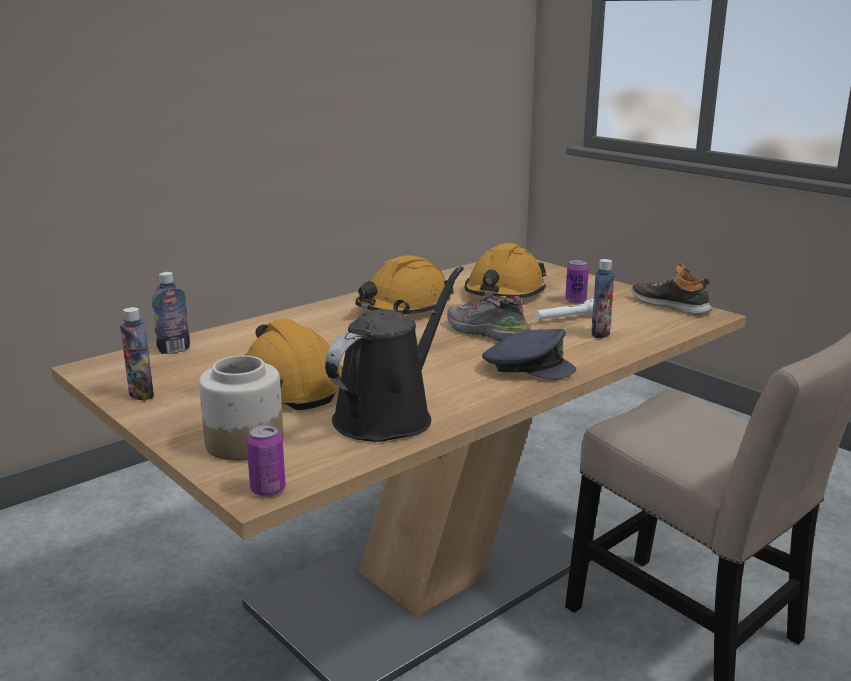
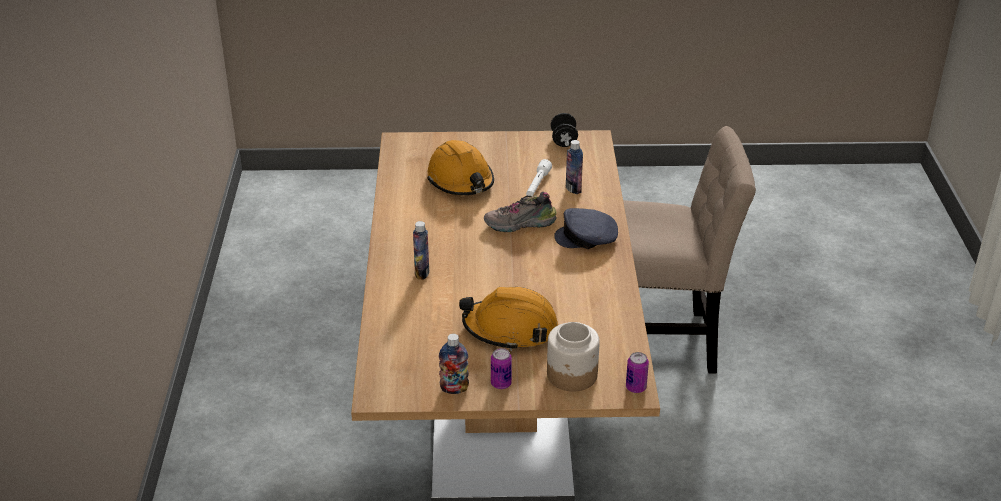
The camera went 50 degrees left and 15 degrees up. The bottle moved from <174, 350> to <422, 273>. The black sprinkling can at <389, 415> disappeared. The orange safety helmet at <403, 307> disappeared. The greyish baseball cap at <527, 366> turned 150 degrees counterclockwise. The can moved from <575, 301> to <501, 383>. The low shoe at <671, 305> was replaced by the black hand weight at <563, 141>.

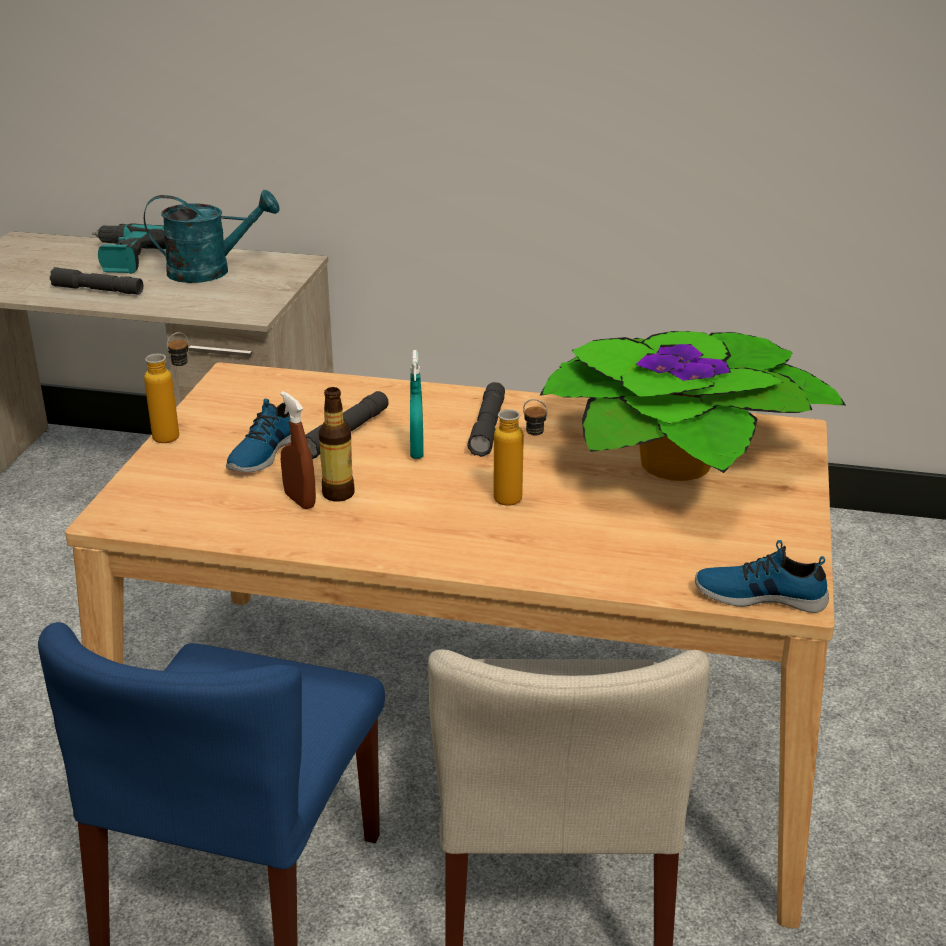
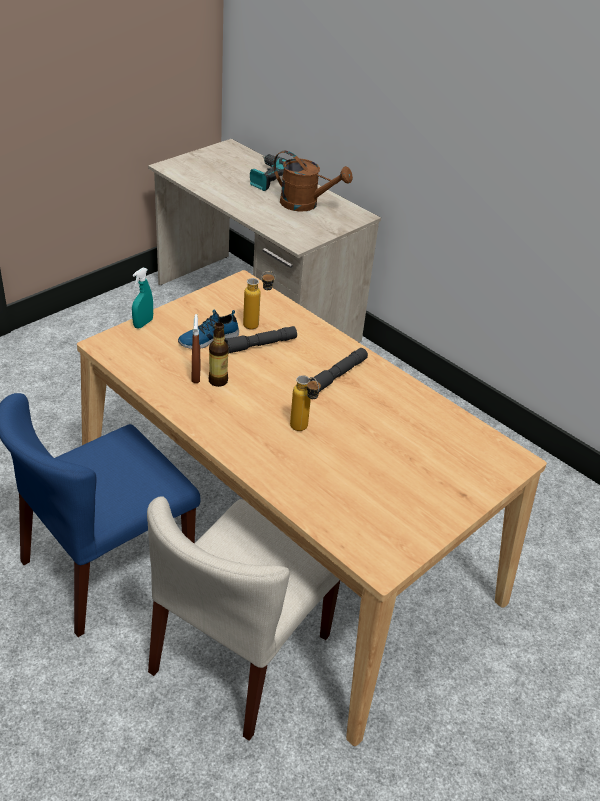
The camera went 30 degrees right and 10 degrees up. The greyish flashlight at <98, 290> disappeared. The turquoise sprinkling can at <210, 271> became the brown-coloured sprinkling can at <305, 204>. The bottle moved from <176, 434> to <257, 325>. The turquoise spray bottle moved from <417, 451> to <143, 323>. The potted plant at <680, 460> disappeared. The low shoe at <760, 595> disappeared.

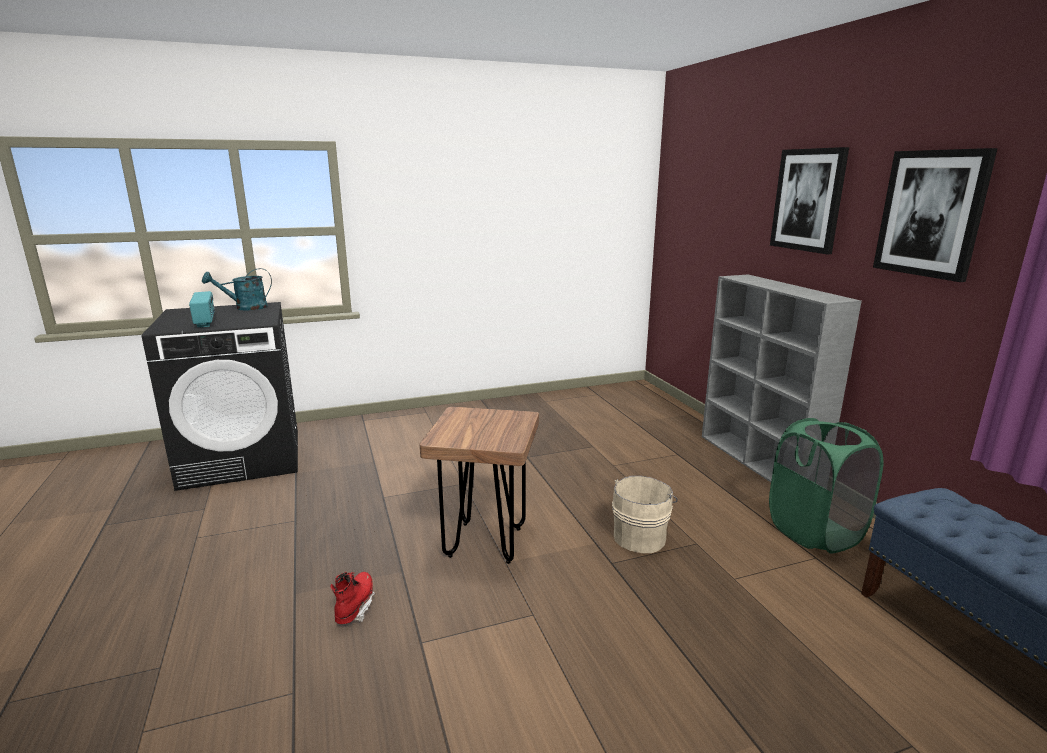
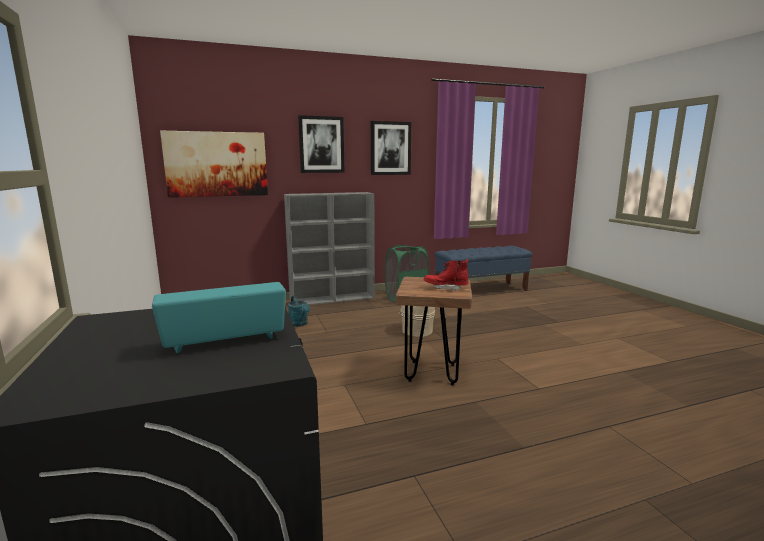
The camera went 90 degrees left and 5 degrees down. The turquoise sprinkling can moved from <245, 308> to <300, 324>. The red tall boot moved from <355, 607> to <445, 288>. The wall art at <216, 164> appeared.

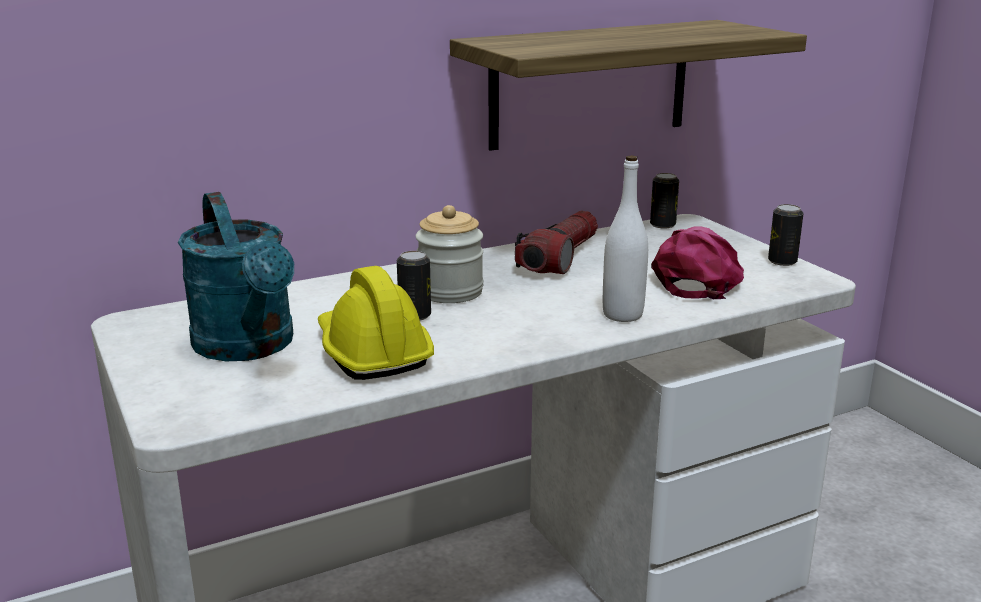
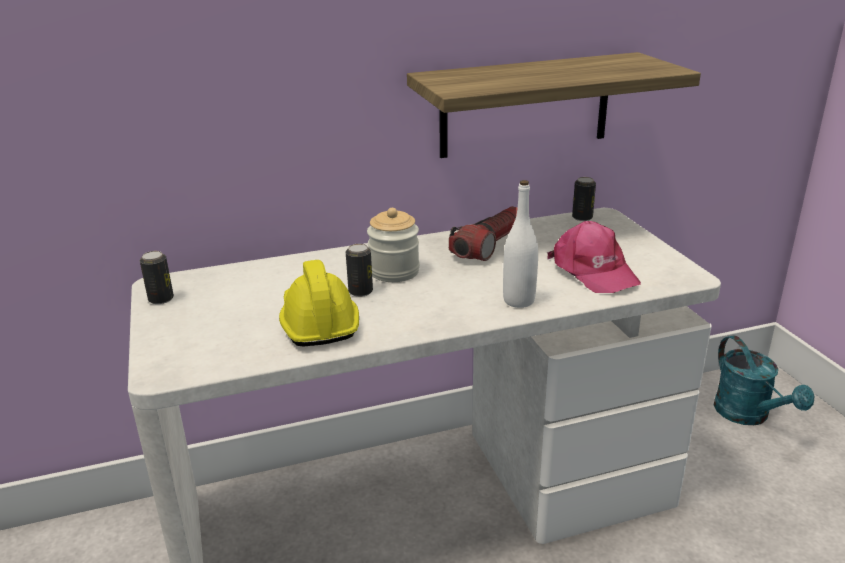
The camera went 10 degrees right and 5 degrees up. The turquoise sprinkling can moved from <249, 347> to <748, 415>. The pinkish baseball cap at <700, 279> turned 120 degrees clockwise. The can moved from <782, 261> to <161, 299>.

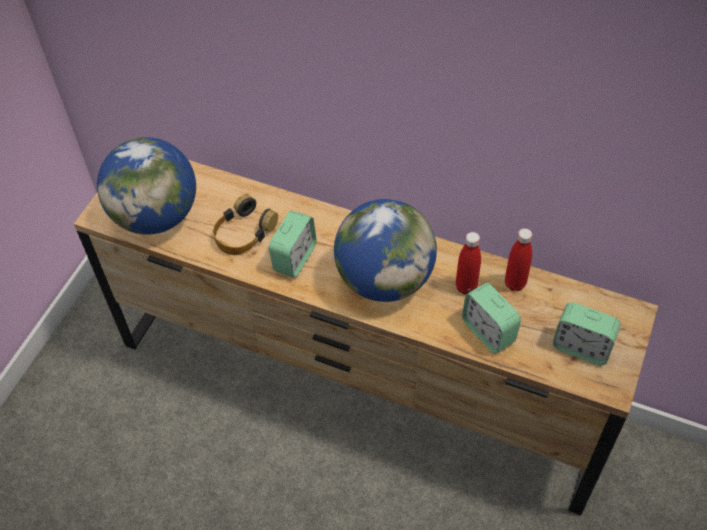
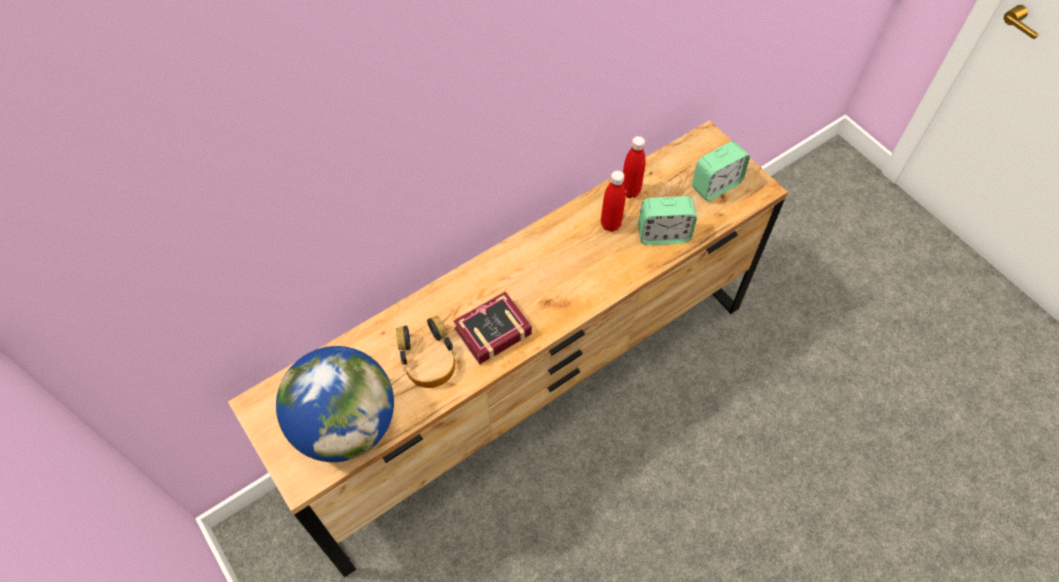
The camera went 60 degrees left and 5 degrees up. The alarm clock at <294, 258> was replaced by the bound book at <489, 331>. The globe at <384, 279> disappeared.

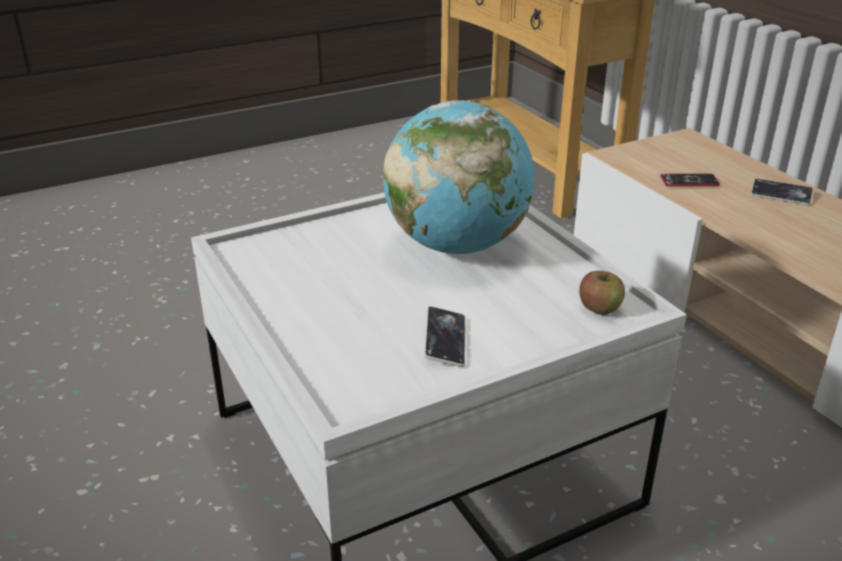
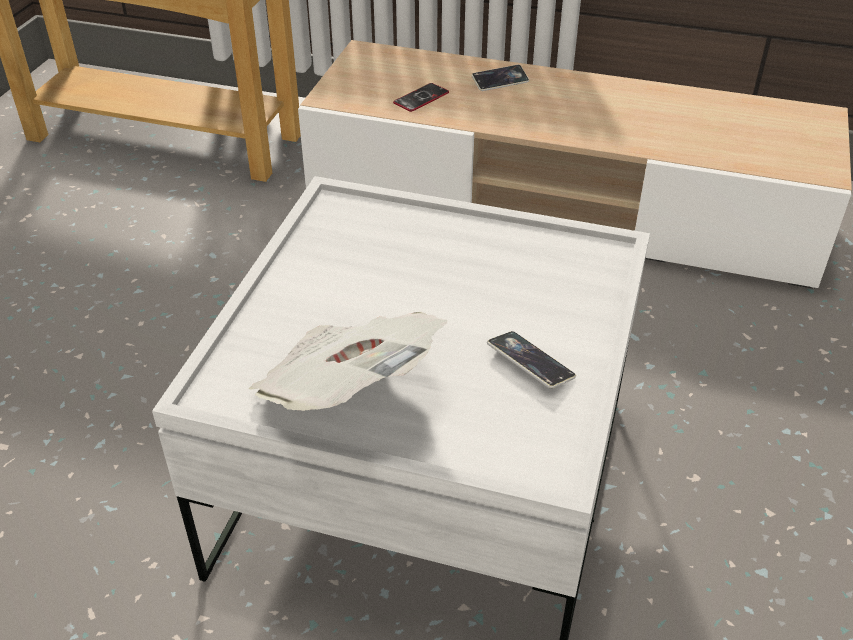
The camera went 45 degrees left and 10 degrees up. The globe at <457, 245> disappeared. The whole apple at <600, 308> disappeared. The printed paper at <348, 392> appeared.

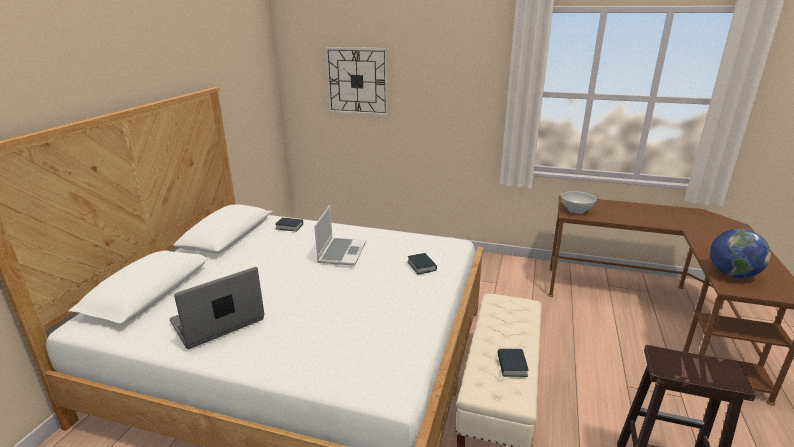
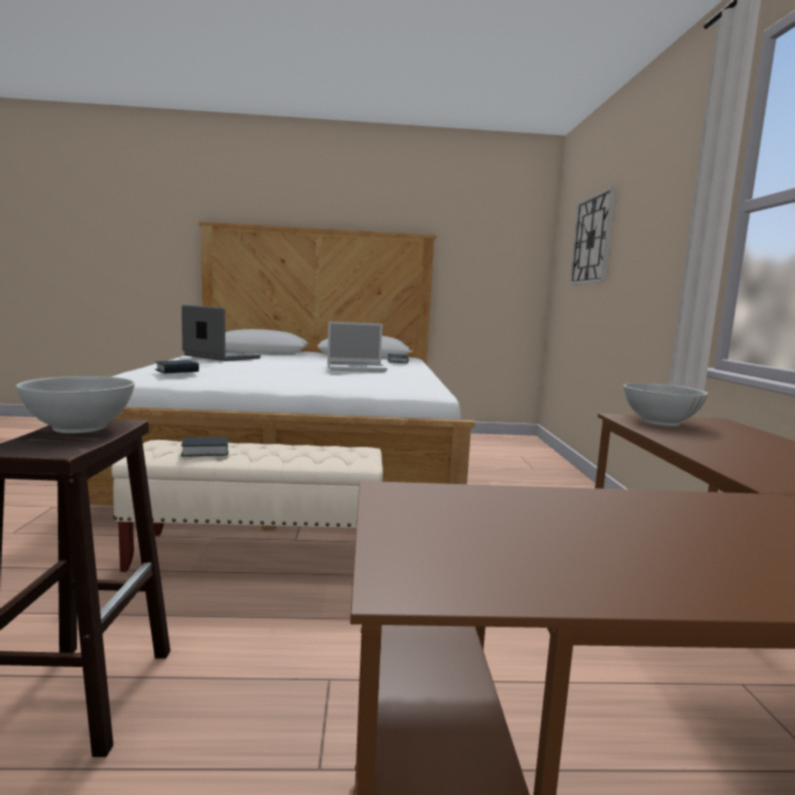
The camera went 70 degrees right and 15 degrees down. The bound book moved from <421, 266> to <177, 371>. The globe at <732, 274> disappeared. The white-coloured serving bowl at <80, 428> appeared.

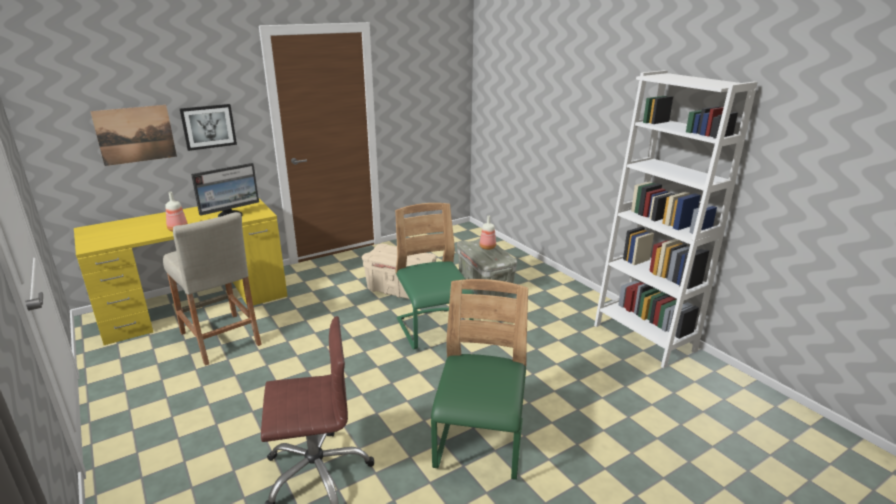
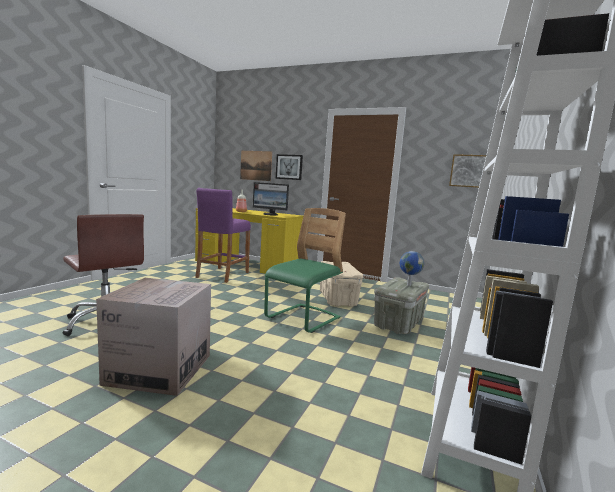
The camera went 55 degrees right and 15 degrees down. The sand-coloured stool at <220, 338> became the purple-coloured stool at <222, 275>. The green-coloured chair at <480, 446> was replaced by the packing box at <159, 369>. The bottle at <487, 247> was replaced by the globe at <408, 285>. The wall art at <468, 171> appeared.

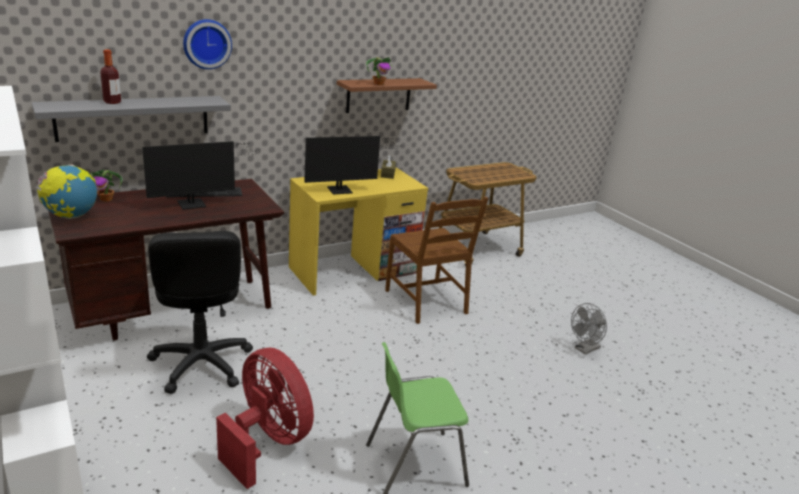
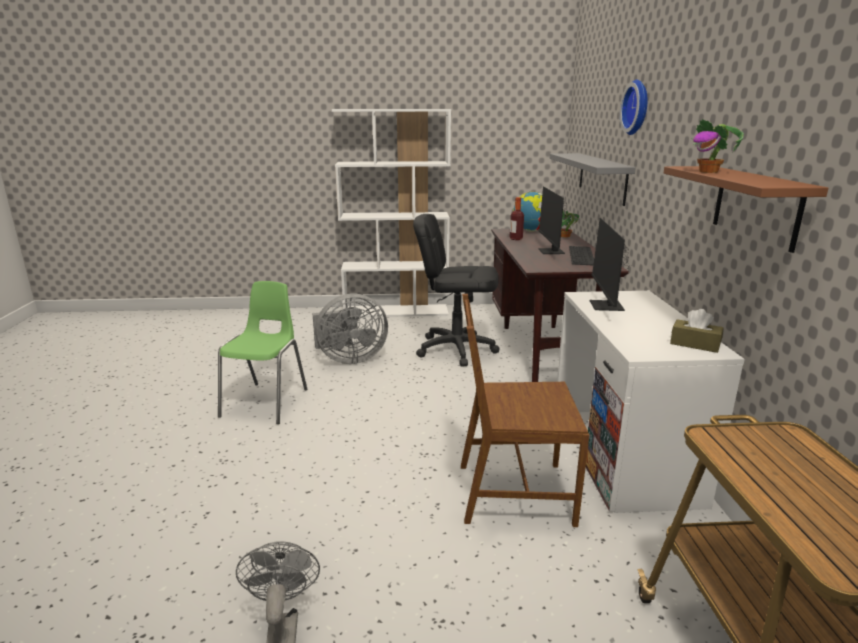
The camera went 120 degrees right and 5 degrees down. The bottle moved from <112, 102> to <516, 239>. The red fan at <267, 442> became the greyish fan at <349, 359>. The yellow-coloured desk unit at <353, 270> became the white-coloured desk unit at <622, 453>.

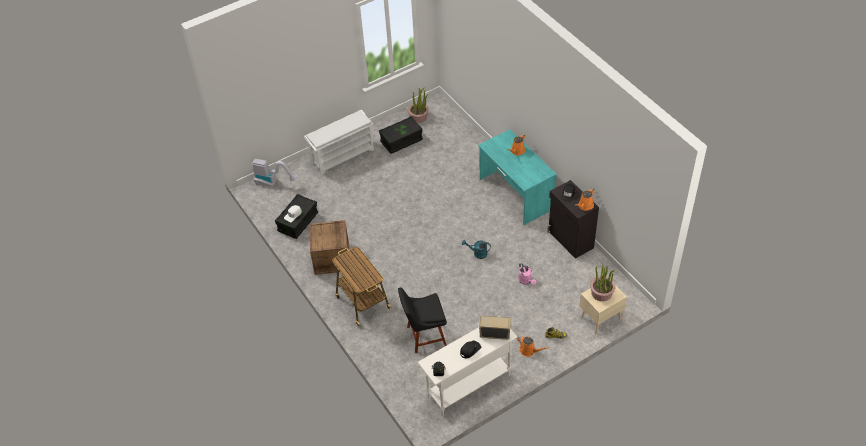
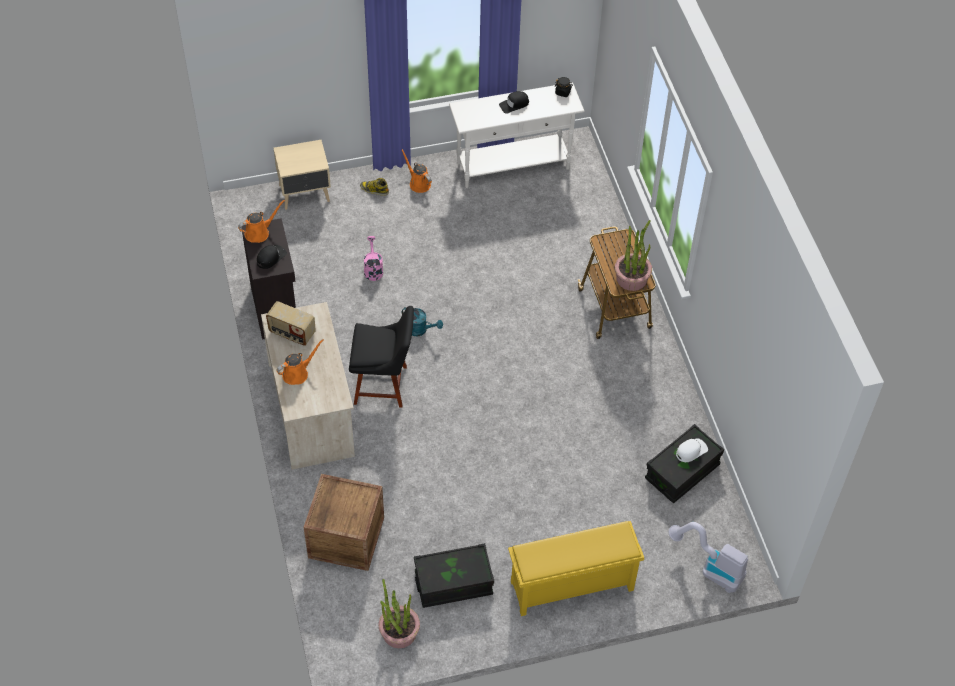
The camera went 165 degrees left and 5 degrees up. The white-coloured shoe stand at <342, 155> became the yellow-coloured shoe stand at <571, 587>. The packing crate moved from <331, 258> to <346, 537>. The black chair moved from <424, 336> to <384, 385>. The turquoise desk unit at <515, 194> became the sand-coloured desk unit at <312, 409>. The radio receiver moved from <495, 333> to <292, 333>. The potted plant moved from <601, 293> to <632, 278>.

